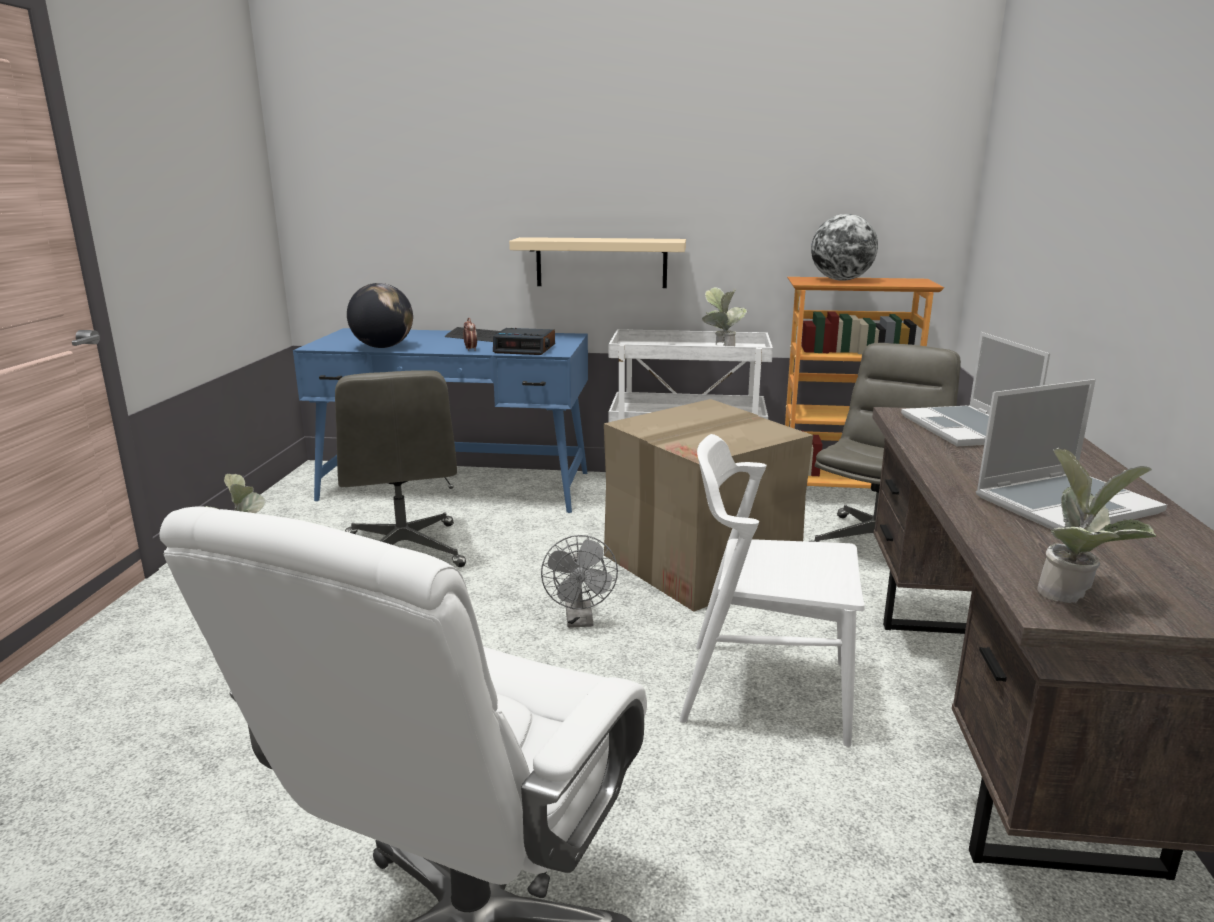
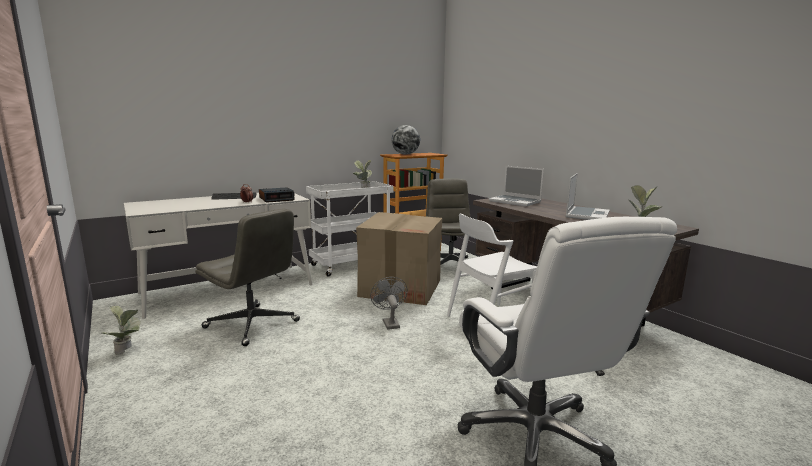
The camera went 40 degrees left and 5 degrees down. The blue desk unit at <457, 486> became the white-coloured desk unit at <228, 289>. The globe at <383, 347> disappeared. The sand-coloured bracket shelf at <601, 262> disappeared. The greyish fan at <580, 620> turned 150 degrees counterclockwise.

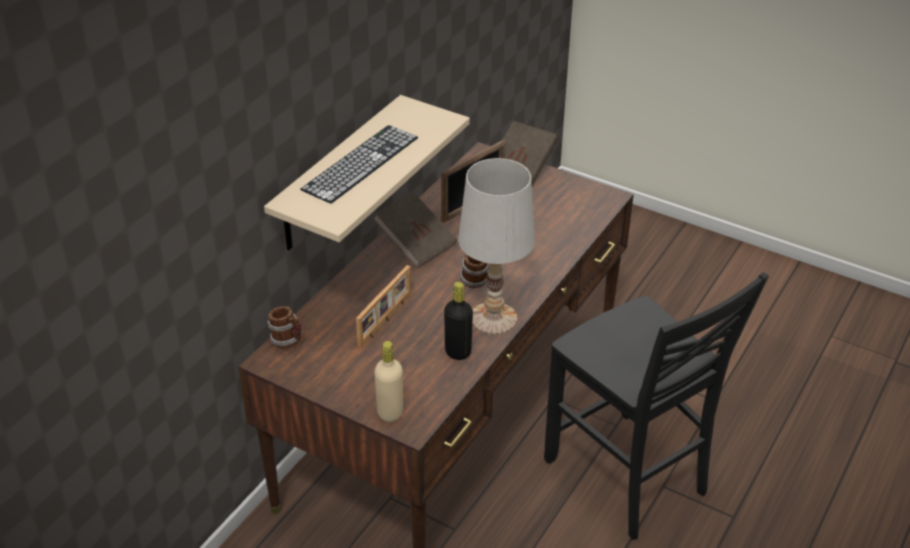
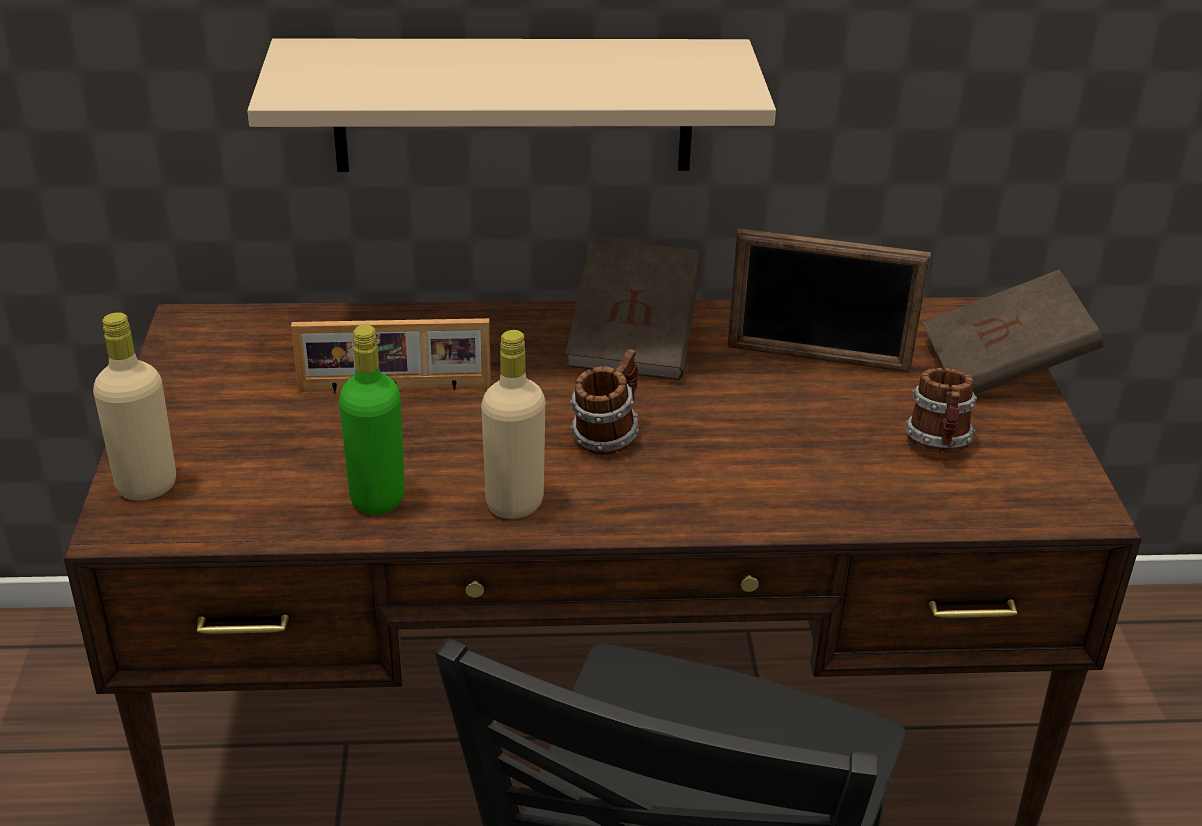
The camera went 55 degrees right and 5 degrees down. The mug moved from <288, 341> to <938, 445>. The computer keyboard at <360, 163> disappeared. The black bottle at <458, 352> became the green-coloured bottle at <377, 498>. The white-coloured lamp for a table at <493, 319> was replaced by the sand-coloured bottle at <514, 503>.

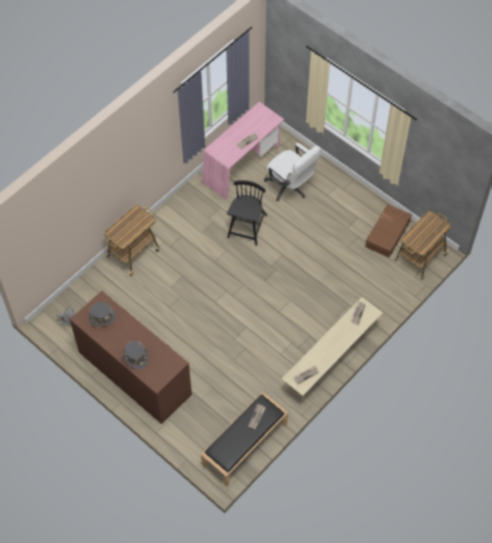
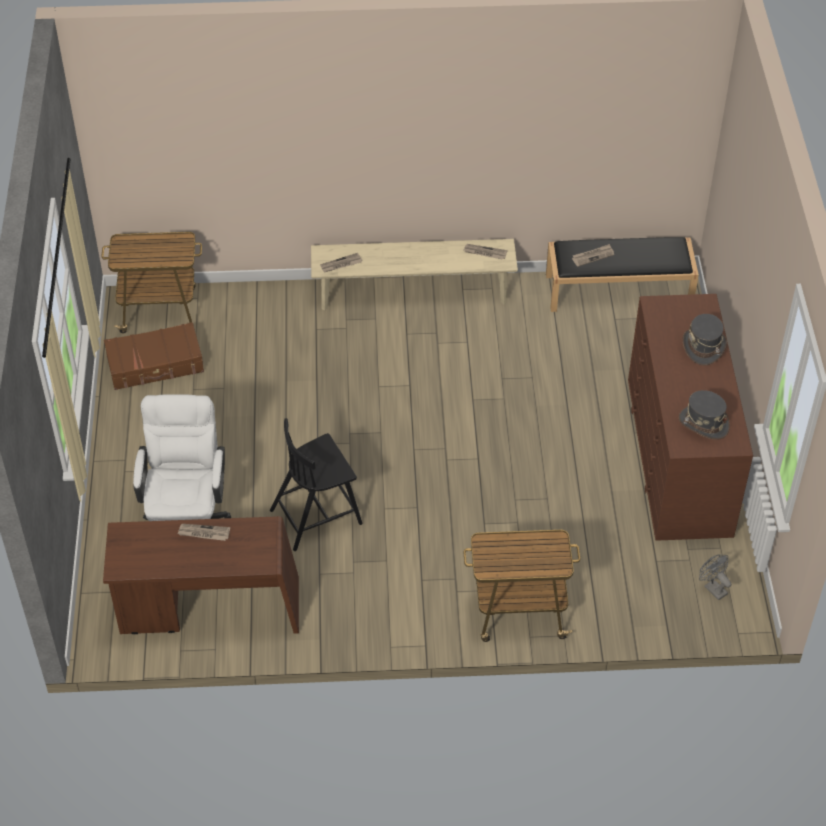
The camera went 135 degrees left and 10 degrees down. The pinkish desk unit at <242, 165> became the brown-coloured desk unit at <209, 609>.

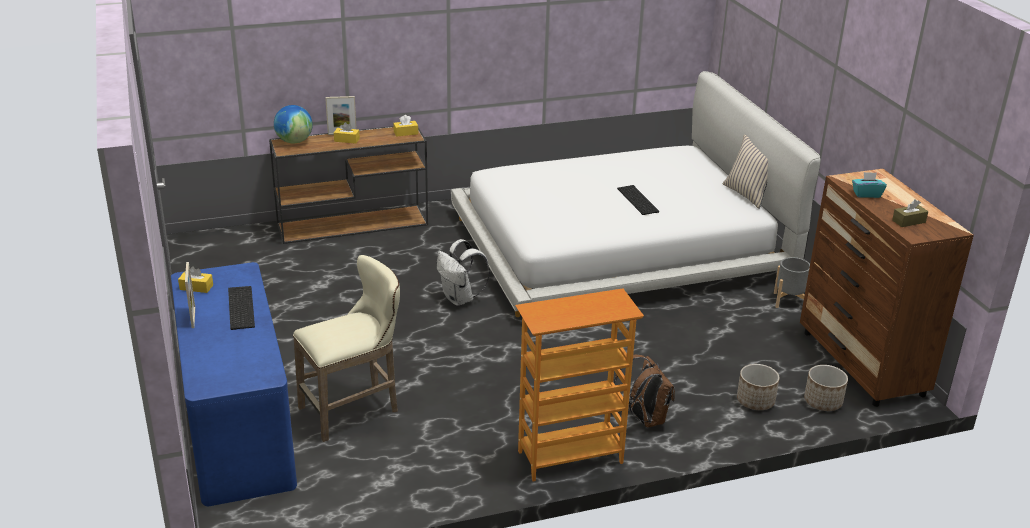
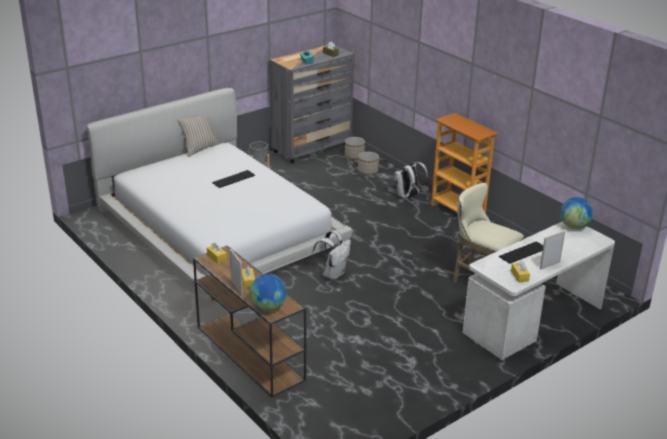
The camera went 110 degrees left and 0 degrees up. The blue desk unit at <237, 425> became the white-coloured desk unit at <533, 320>. The brown-coloured backpack at <644, 418> became the white-coloured backpack at <408, 197>. The brown-coloured dresser at <862, 364> became the greyish dresser at <312, 148>. The globe at <574, 226> appeared.

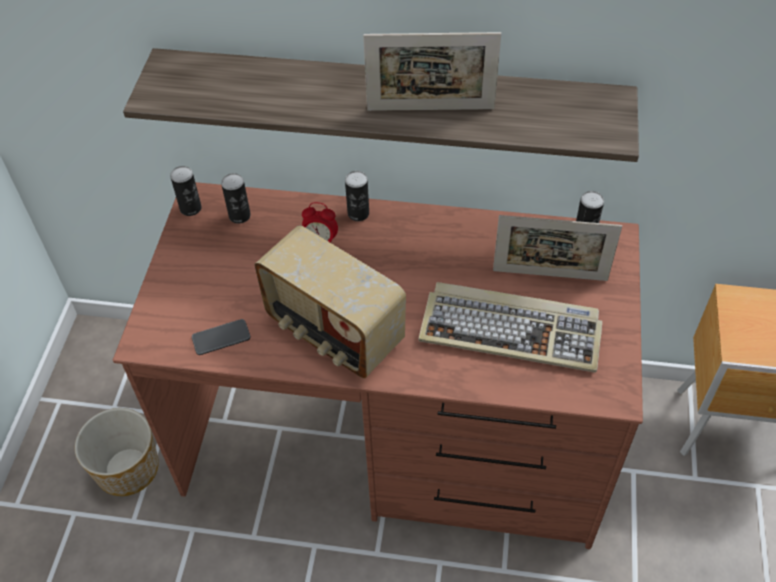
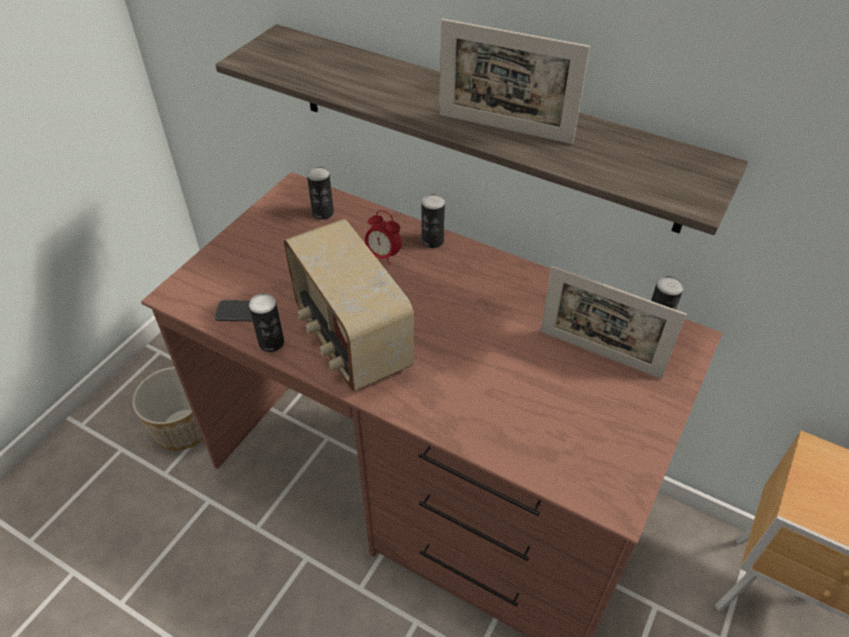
The camera went 20 degrees right and 5 degrees down. The can moved from <190, 208> to <271, 343>. The computer keyboard at <512, 330> disappeared.

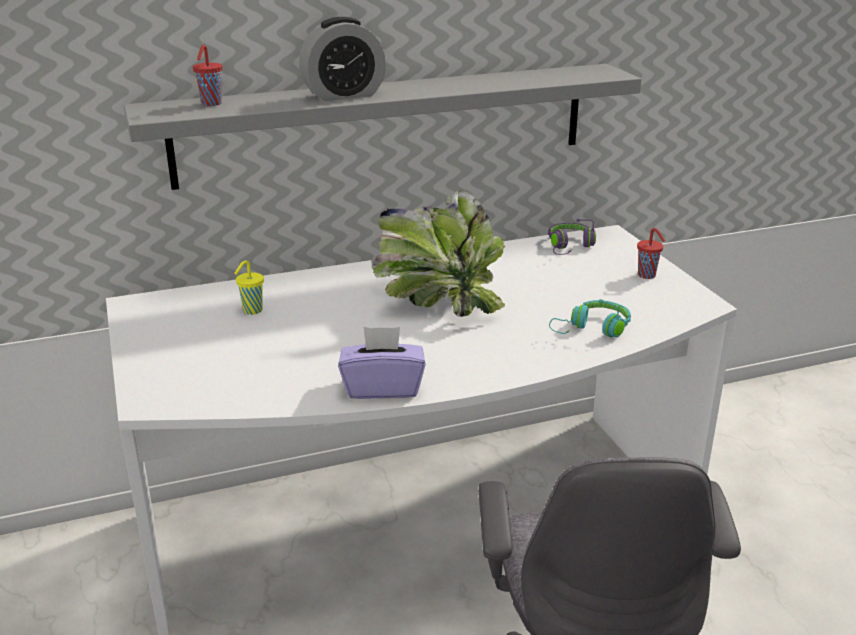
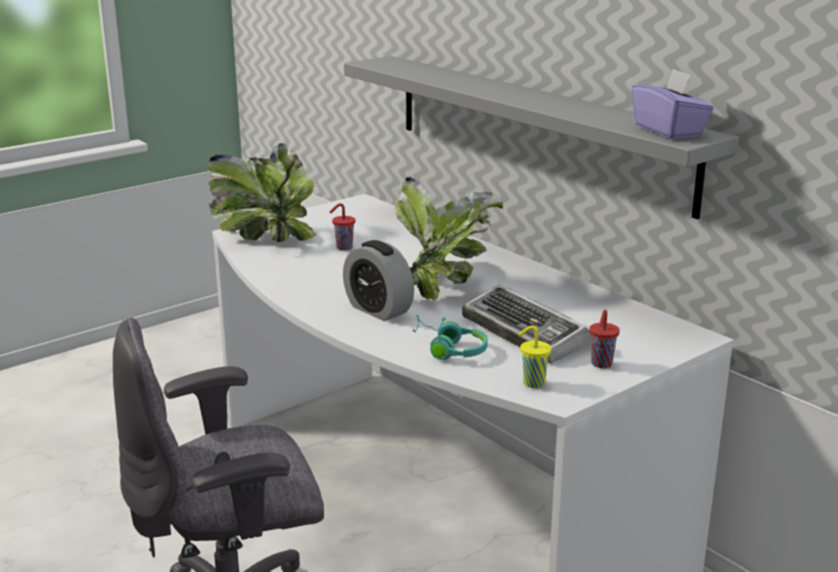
The camera went 70 degrees right and 5 degrees down. The red cup moved from <211, 104> to <343, 248>. The yellow-coloured cup moved from <251, 311> to <532, 383>. The alarm clock moved from <343, 95> to <378, 310>. The purple-coloured tissue holder moved from <382, 387> to <669, 131>. The purple-coloured headset at <569, 246> disappeared. The potted plant at <265, 238> appeared. The computer keyboard at <528, 333> appeared.

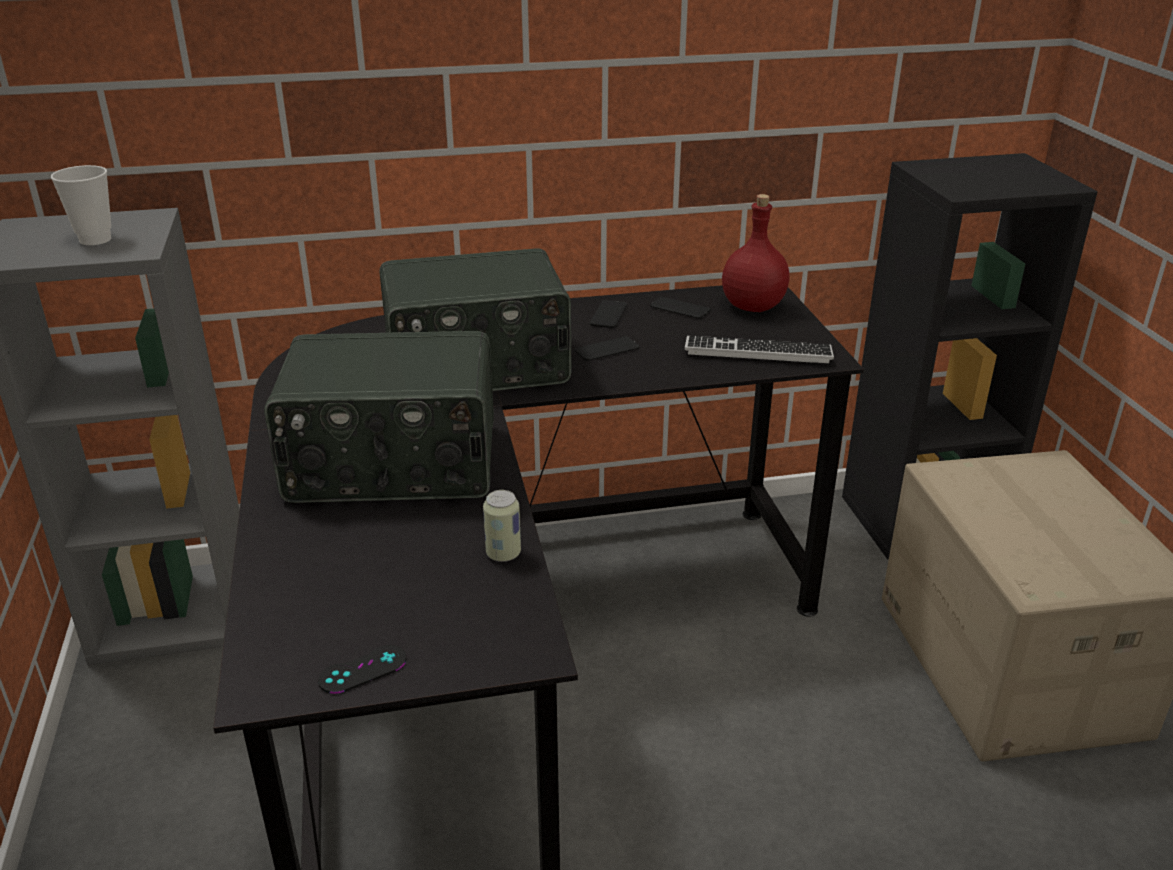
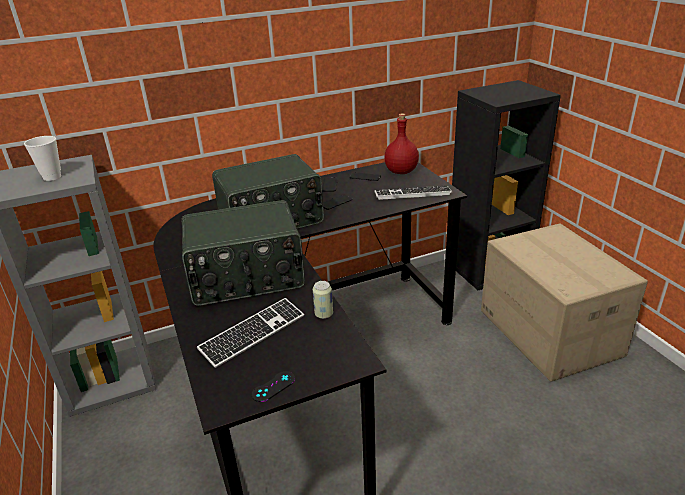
The camera went 10 degrees left and 0 degrees up. The computer keyboard at <253, 333> appeared.

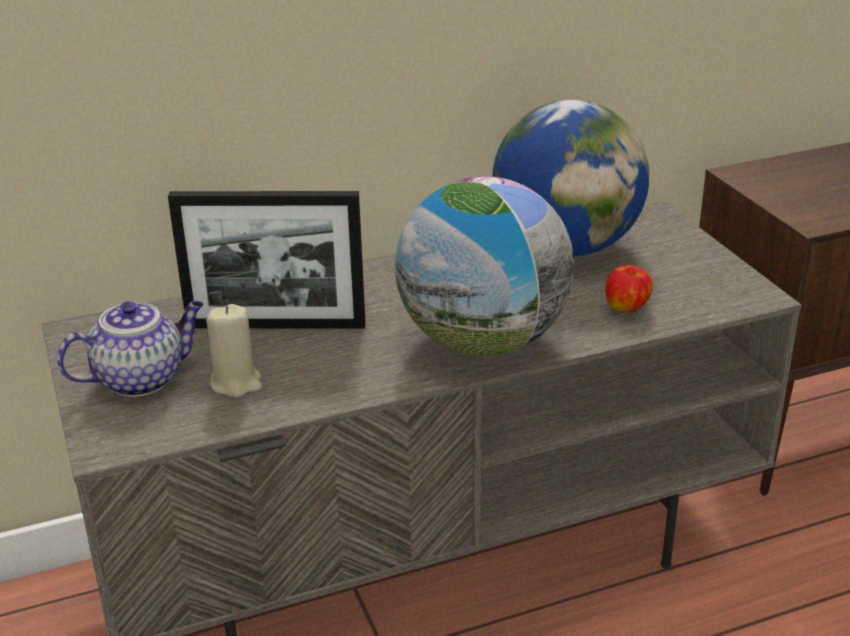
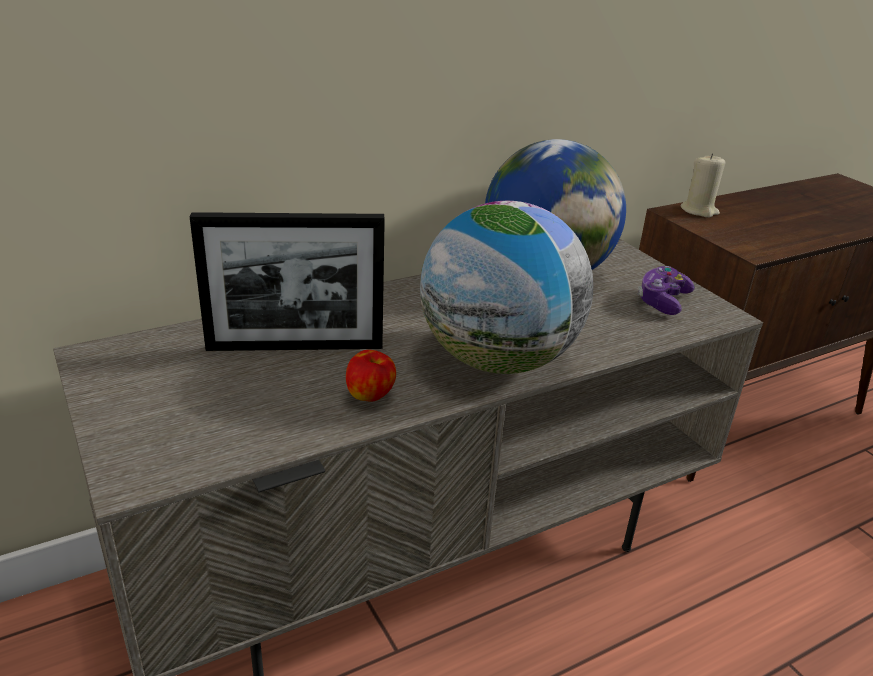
The camera went 10 degrees left and 0 degrees up. The pot for tea at <141, 378> disappeared. The sand-coloured candle moved from <236, 383> to <699, 211>. The whole apple moved from <627, 308> to <370, 396>. The gamepad at <662, 301> appeared.

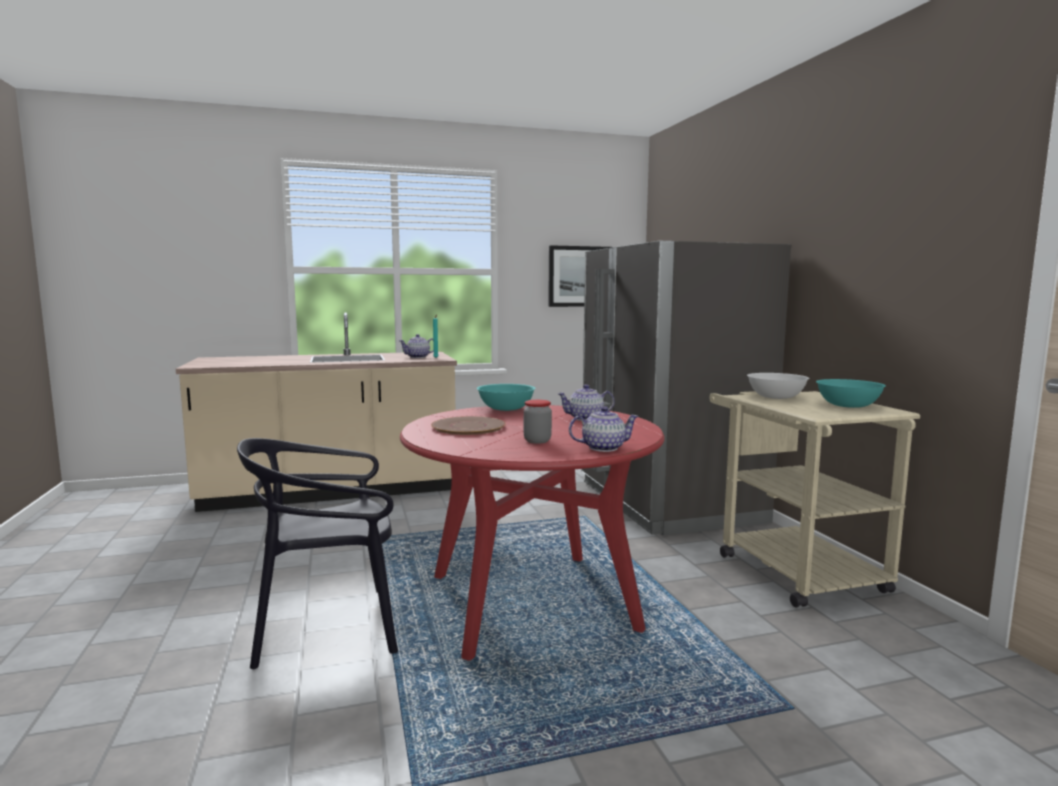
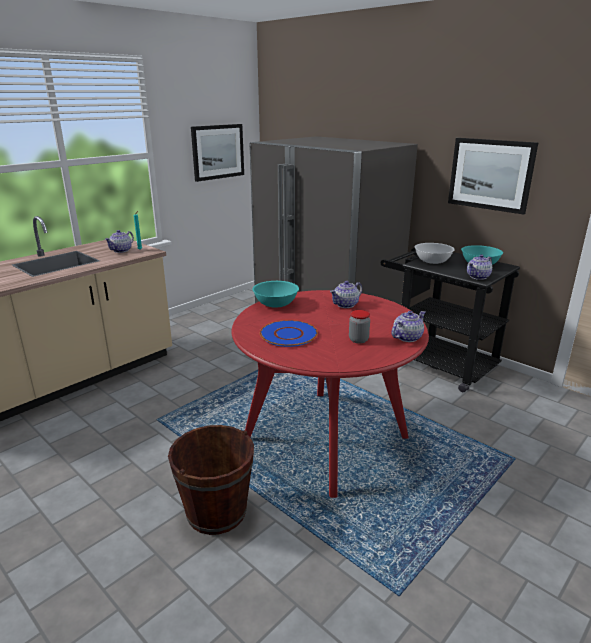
The camera went 30 degrees left and 15 degrees up. The black chair at <327, 628> was replaced by the brown-coloured water bucket at <216, 512>. The brown-coloured dinner plate at <468, 427> became the blue dinner plate at <288, 334>. The sand-coloured trolley at <791, 567> became the black trolley at <437, 363>. The wall art at <490, 174> appeared. The pot for tea at <478, 277> appeared.

